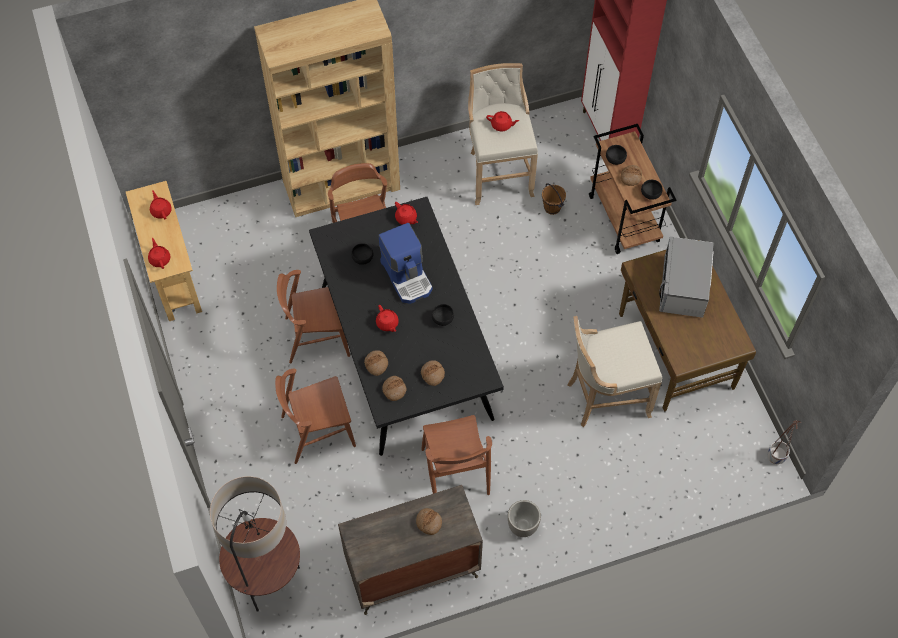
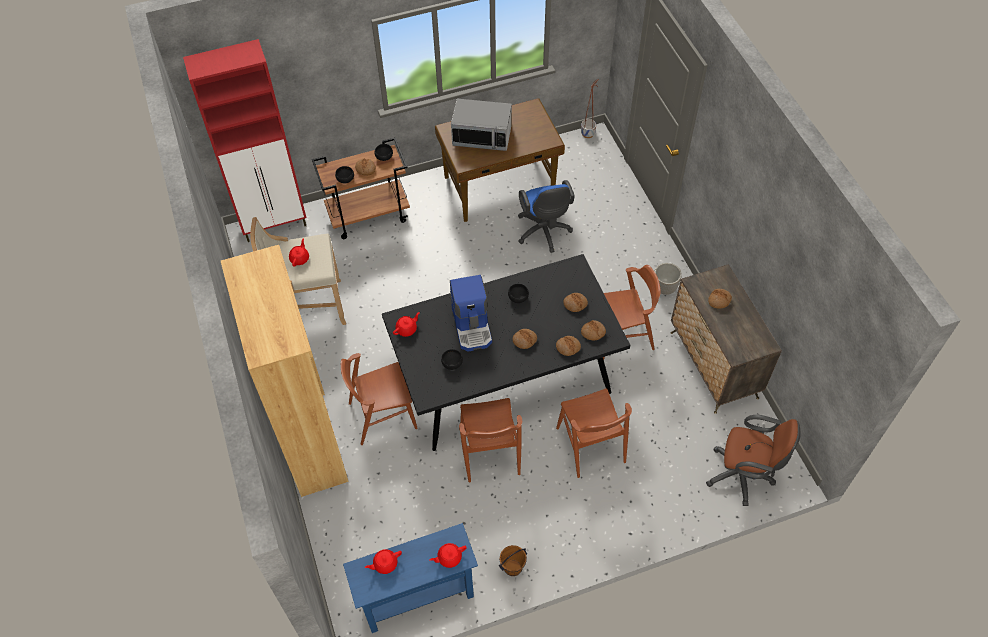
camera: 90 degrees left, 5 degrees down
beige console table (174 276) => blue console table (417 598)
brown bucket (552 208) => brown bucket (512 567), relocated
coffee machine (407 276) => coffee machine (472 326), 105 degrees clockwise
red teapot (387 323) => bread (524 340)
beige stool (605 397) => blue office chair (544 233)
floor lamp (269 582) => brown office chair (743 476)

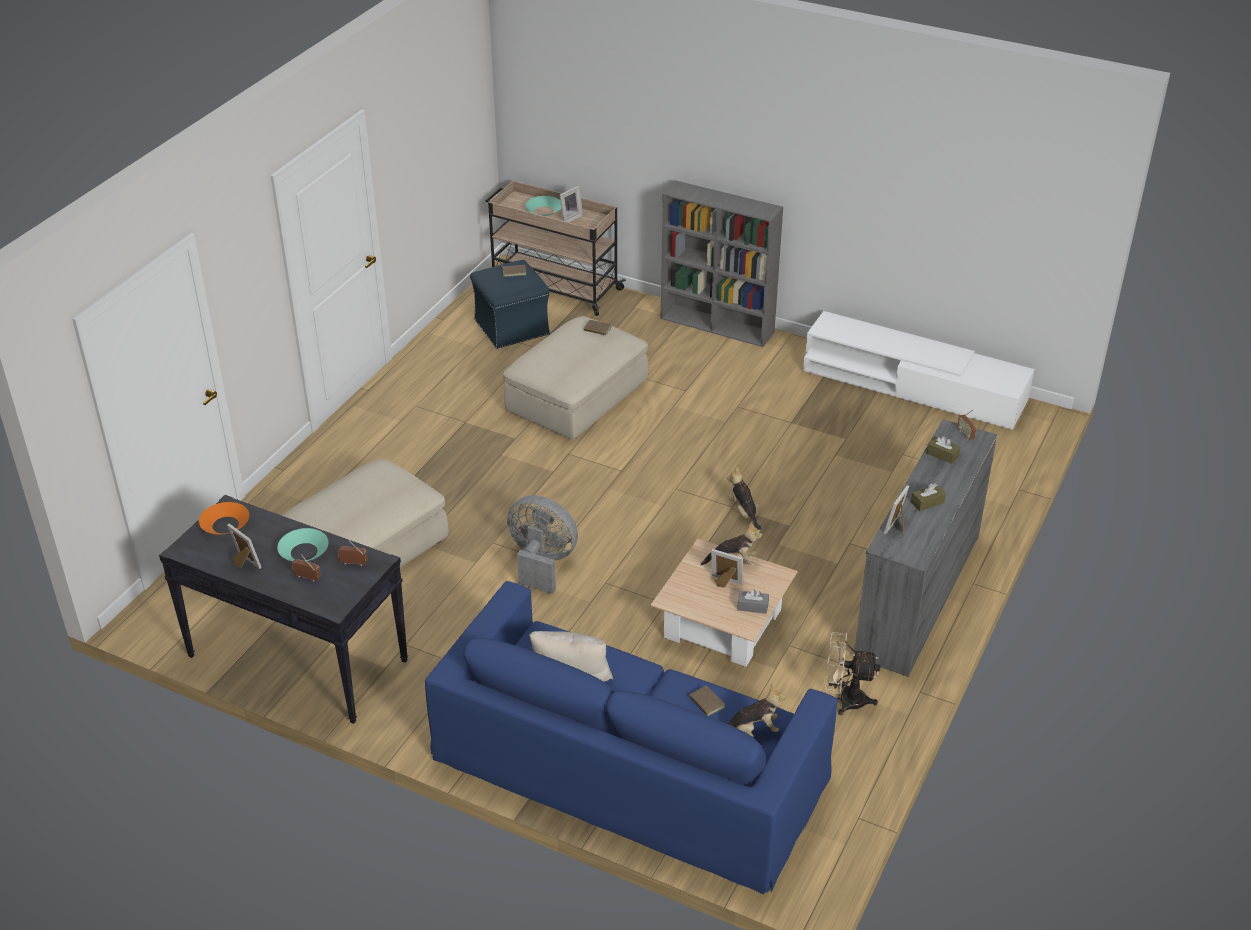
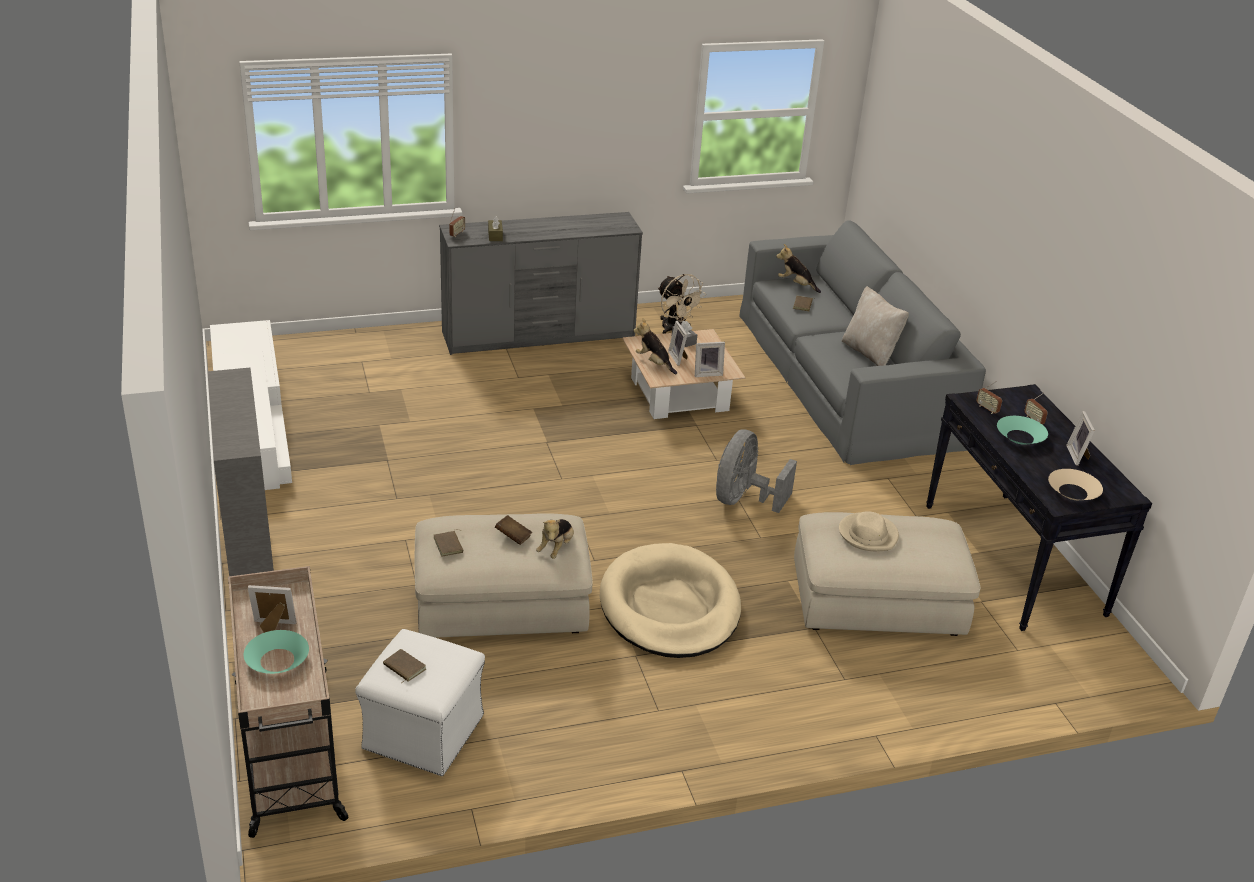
camera: 135 degrees left, 5 degrees down
blue ottoman (511 327) => white ottoman (423 733)
plush toy (744 512) => plush toy (556 548), relocated
brown tissue box (927 502) => nothing
picture frame (897 526) => picture frame (707 373), relocated
grey fan (541 563) => grey fan (743 500), 45 degrees clockwise
orange bowl (225 524) => beige bowl (1073 492)
blue sofa (629 766) => grey sofa (846 377)
nothing => beige hat (868 535)
nothing => brown book (513 537)
nothing => beige dog bed (670 607)

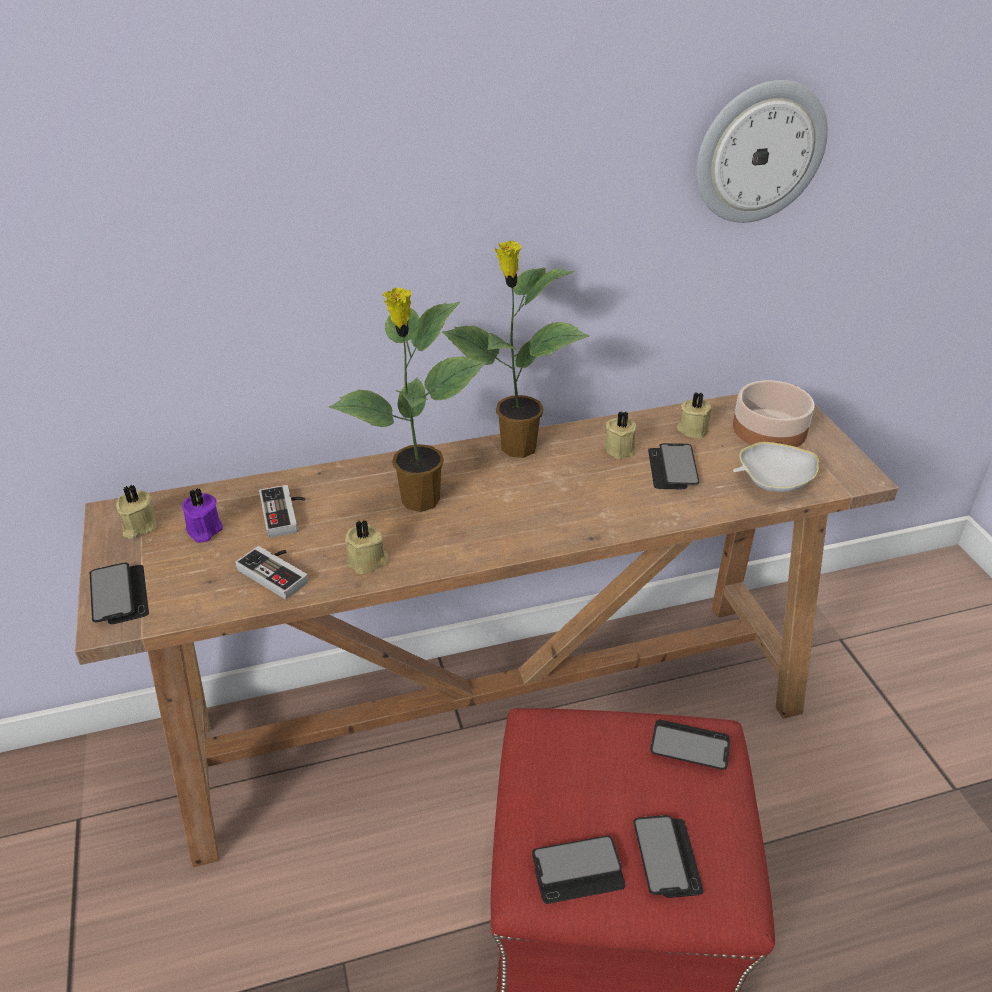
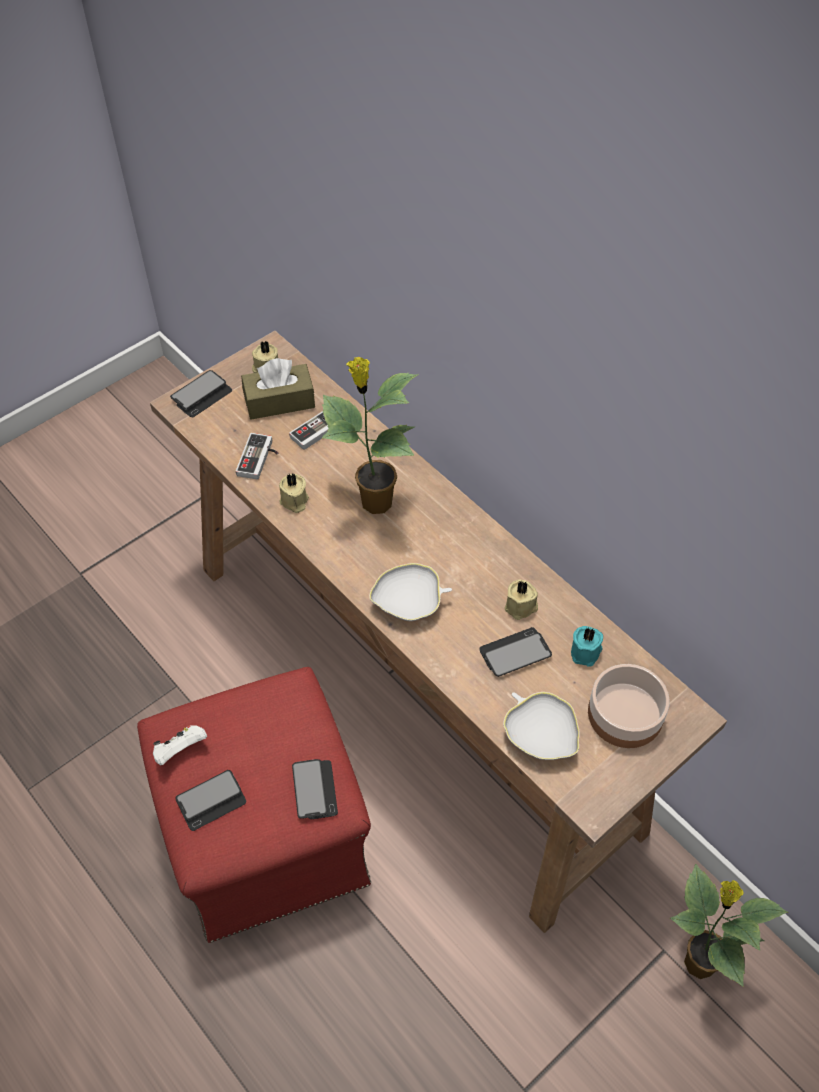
camera: 65 degrees right, 15 degrees up
wall clock (759 152) => nothing
potted plant (516 448) => potted plant (697 961), relocated
beige candle (693 429) => turquoise candle (586 652)
purple candle (203 530) => brown tissue box (279 401)
phone (578 871) => white game controller (180 751)
nothing => white bowl (409 602)

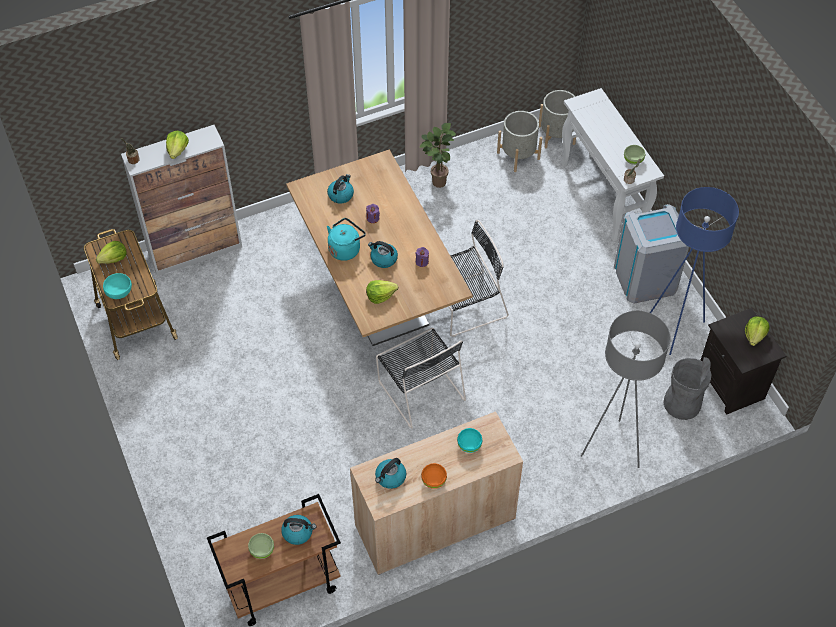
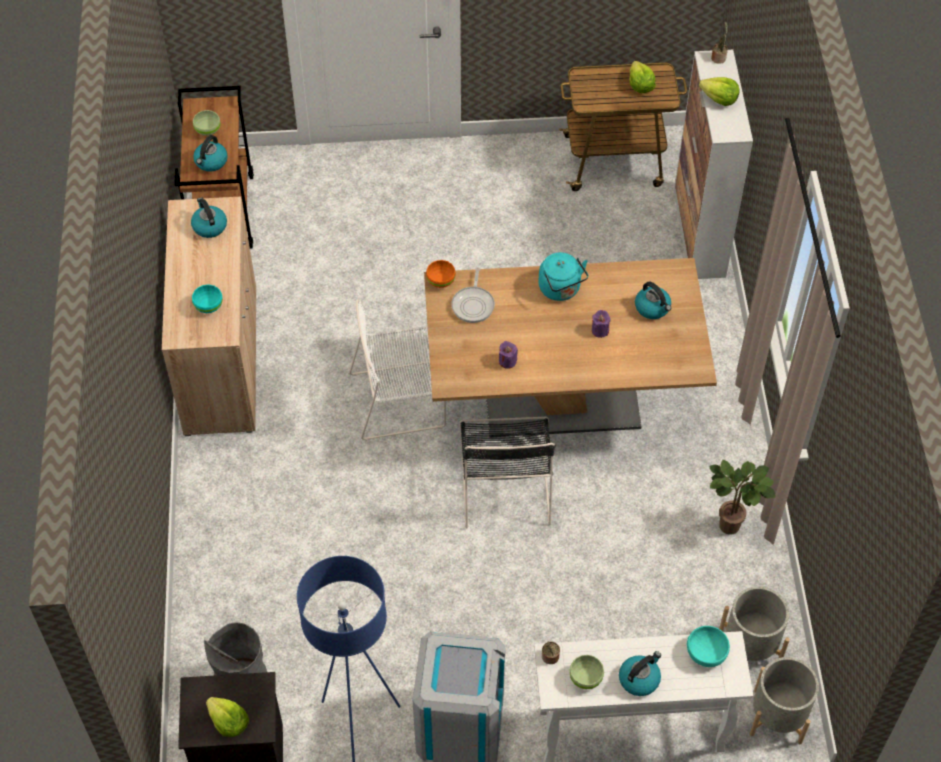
camera: 110 degrees right, 0 degrees up
kettle (383 259) => kettle (639 679), relocated
turquoise bowl (119 291) => turquoise bowl (706 653), relocated
lettuce (380 295) => frying pan (473 304)
grey floor lamp (612 447) => nothing
black chair (420 388) => white chair (401 399)
orange bowl (433 480) => orange bowl (441 281), relocated

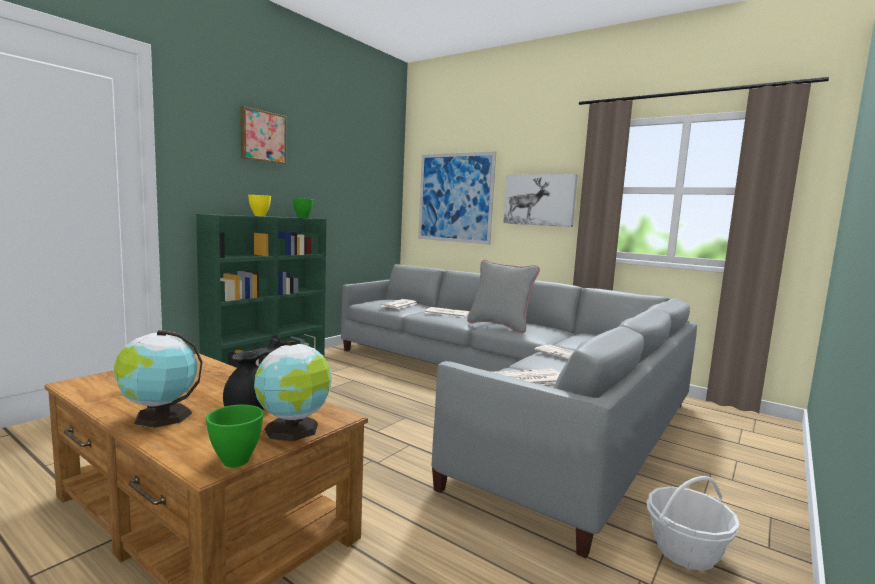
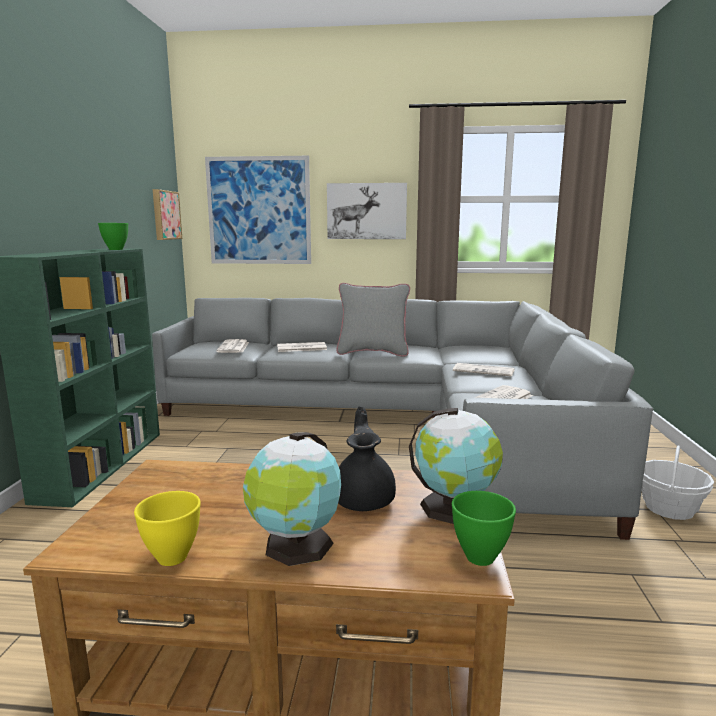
camera: 30 degrees left, 5 degrees up
picture (262 136) => picture (165 215), relocated
yellow bowl (260 216) => yellow bowl (173 556), relocated

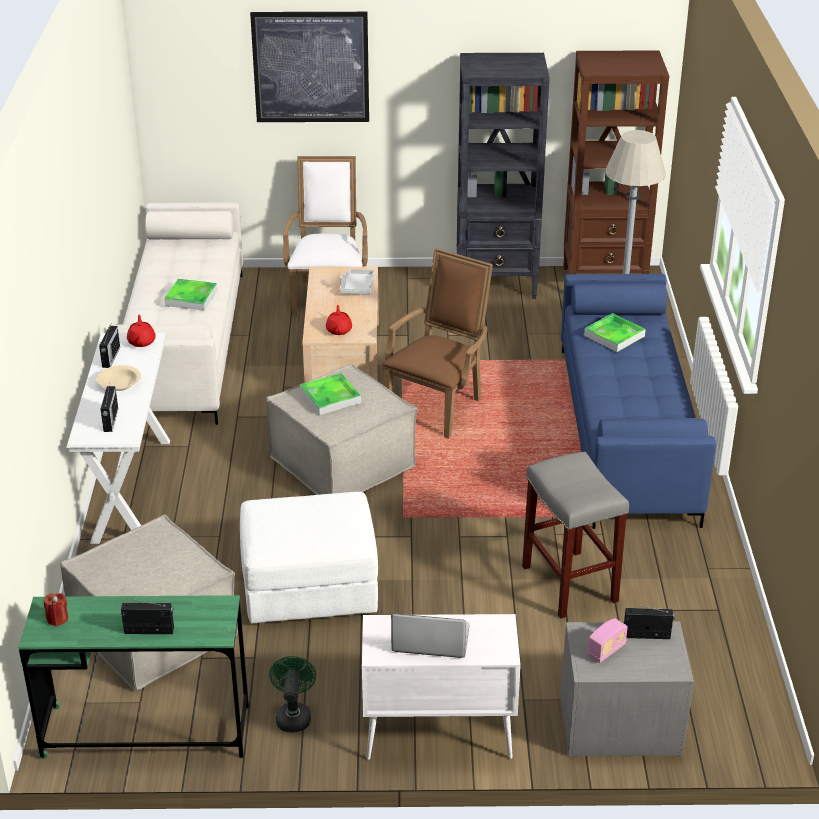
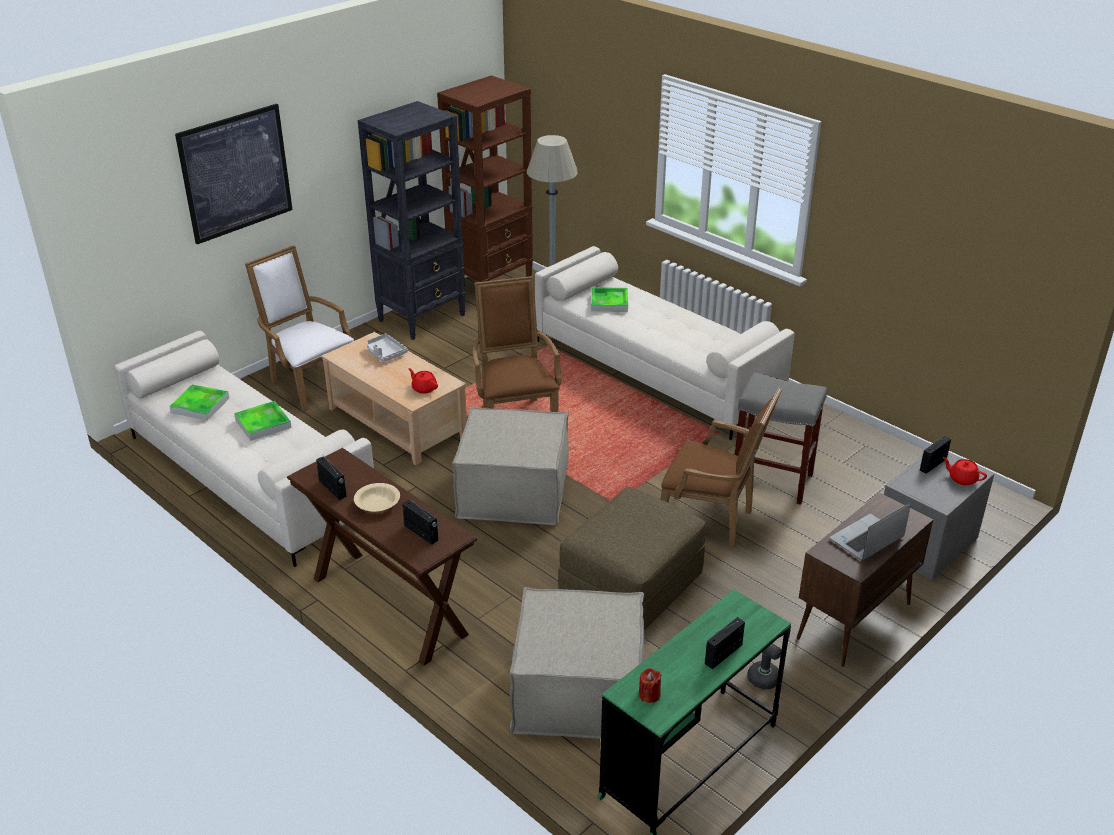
camera: 45 degrees left, 0 degrees up
blue sofa (627 433) => white sofa (656 371)
red teapot (142 341) => red teapot (962 479), relocated
white console table (132 489) => brown console table (389 605)
tray (330 397) => tray (200 405), relocated
white ottoman (309 588) => brown ottoman (631 587)
white cabinet (437 736) => brown cabinet (853 622)
radio (606 651) => nothing
nothing => brown armchair (712 521)

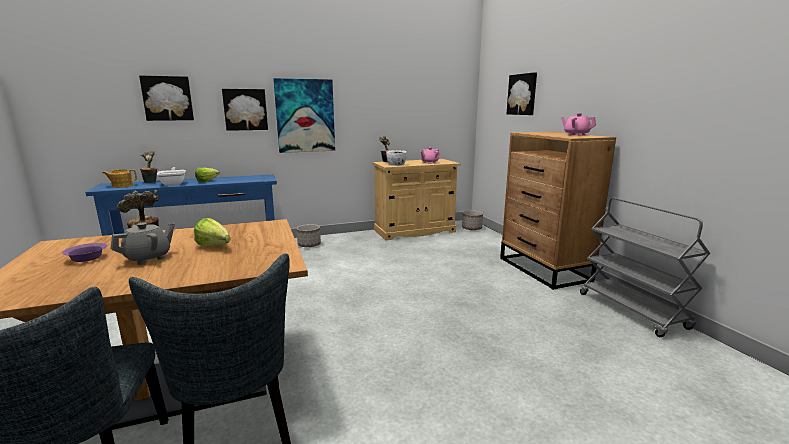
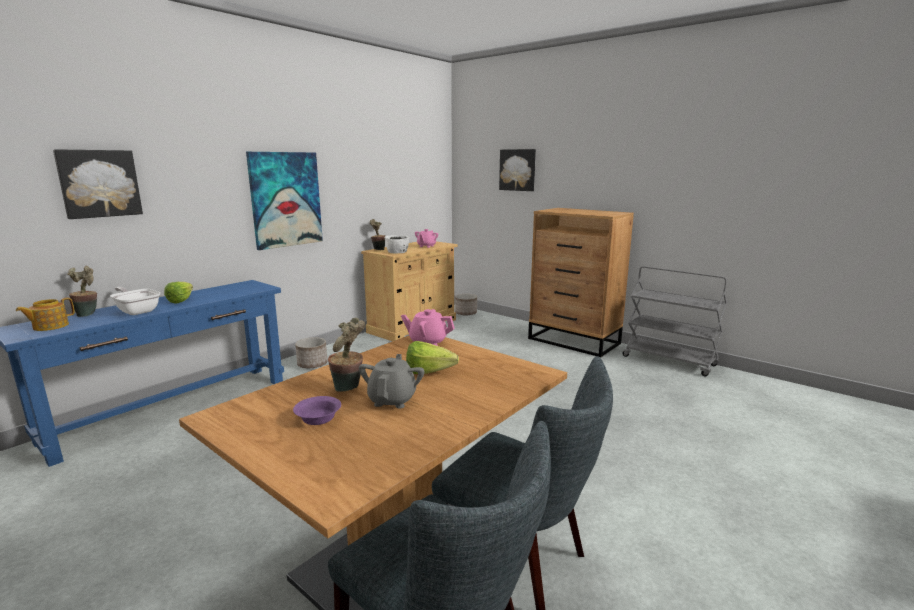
camera: 30 degrees left, 0 degrees up
picture (245 109) => nothing
pink teapot (576 135) => pink teapot (428 342), relocated

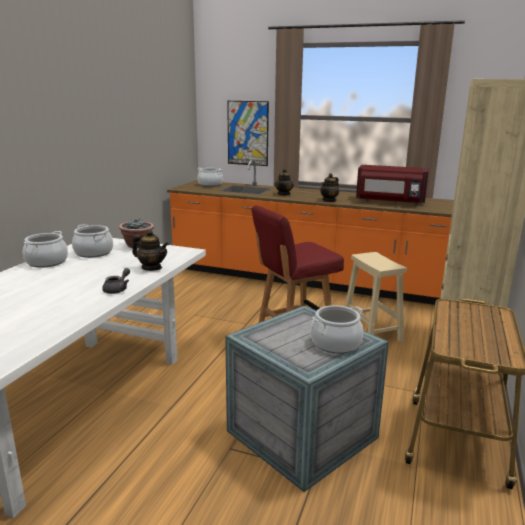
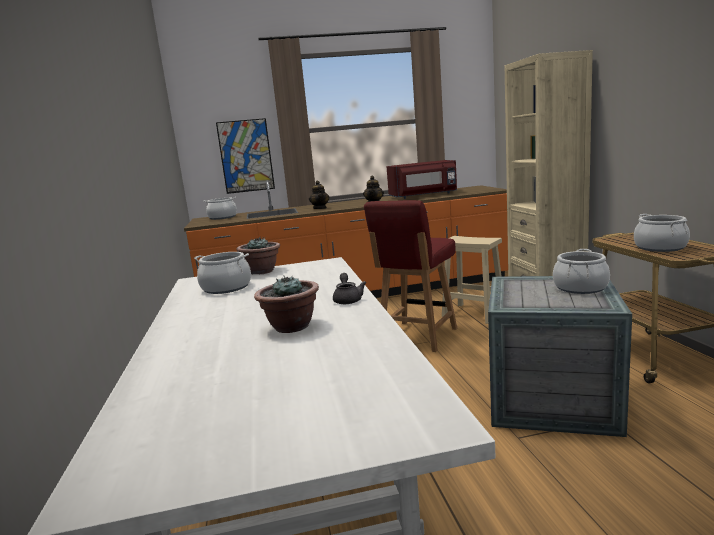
camera: 30 degrees left, 5 degrees down
teapot (151 268) => nothing
cooking pot (47 262) => cooking pot (660 247), relocated
nothing => potted plant (291 327)

